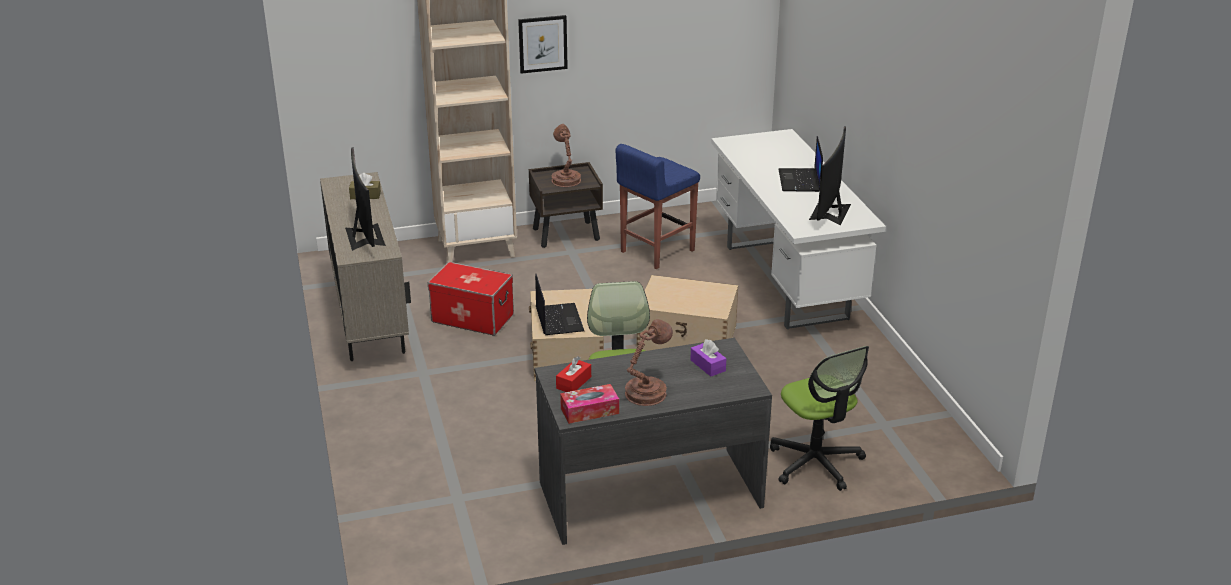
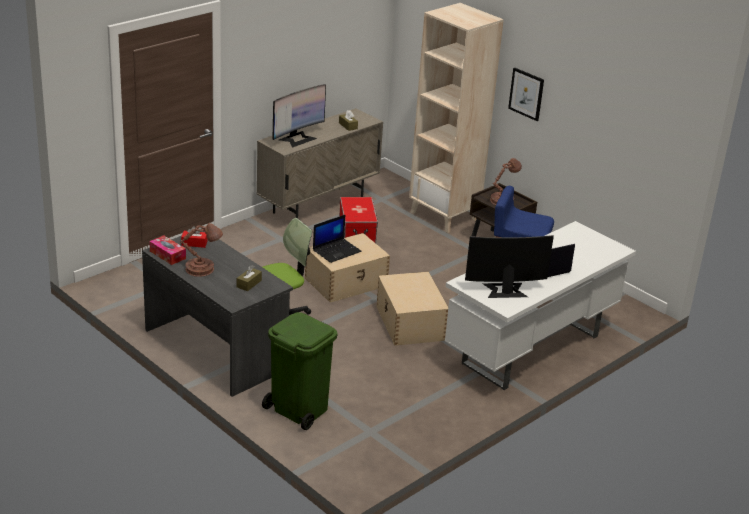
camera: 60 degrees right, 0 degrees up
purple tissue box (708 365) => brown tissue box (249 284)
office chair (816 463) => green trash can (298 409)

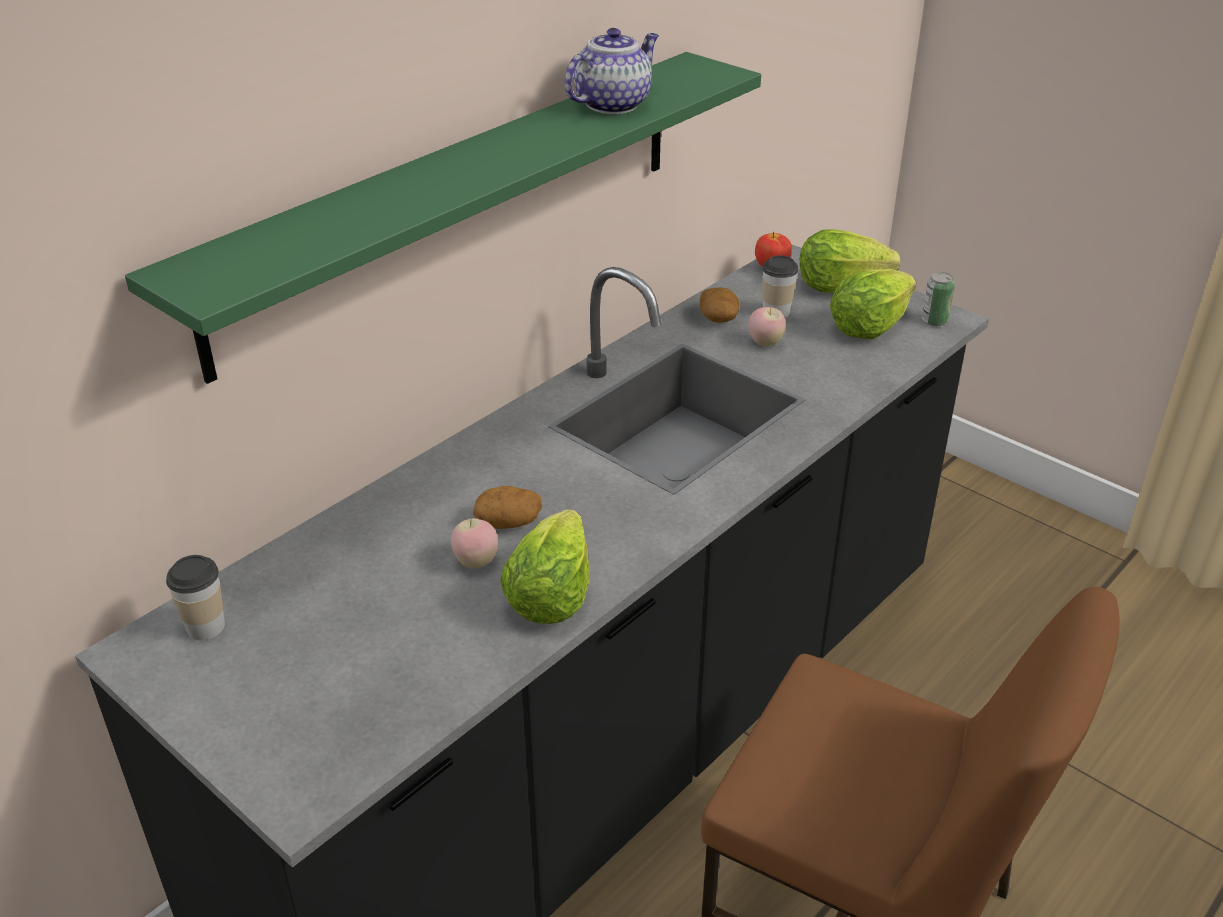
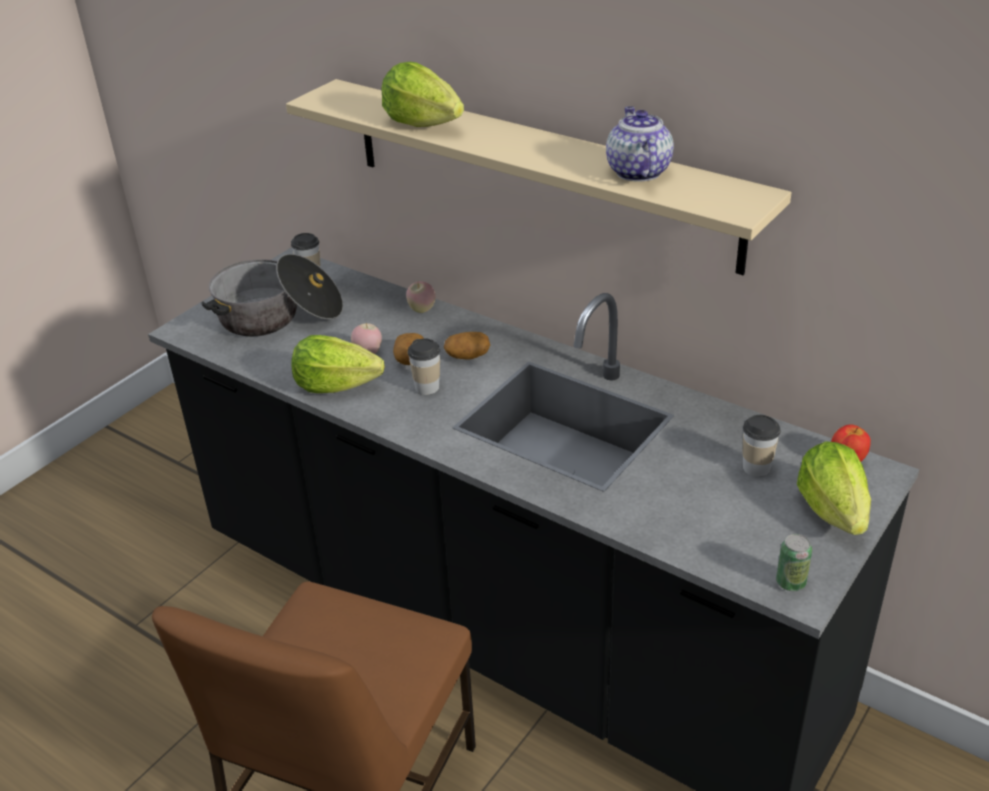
camera: 85 degrees right, 0 degrees up
teapot (613 104) => teapot (637 171), 135 degrees counterclockwise
green shelf (458 203) => beige shelf (538 172)
lettuce (868 327) => lettuce (423 123), relocated
potato (719 318) => potato (467 356), relocated
apple (765 343) => apple (422 310), relocated
nothing => cooking pot (279 316)
nothing => cup (427 387)

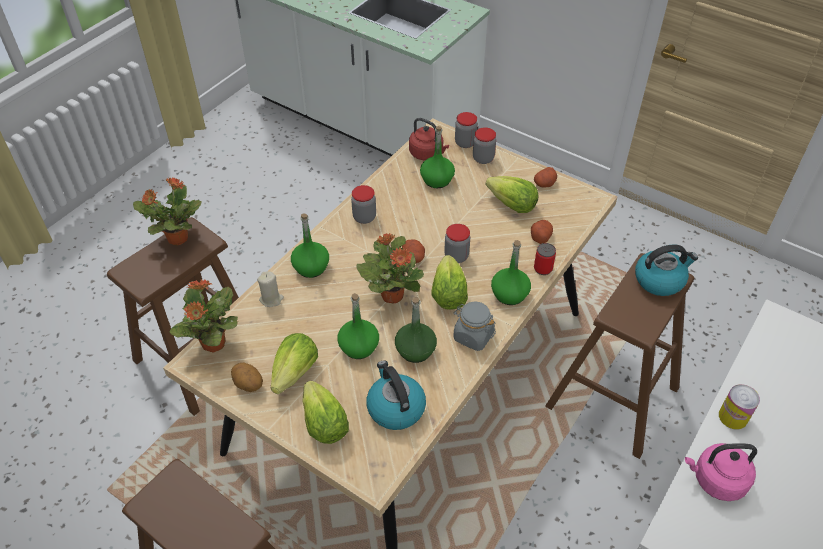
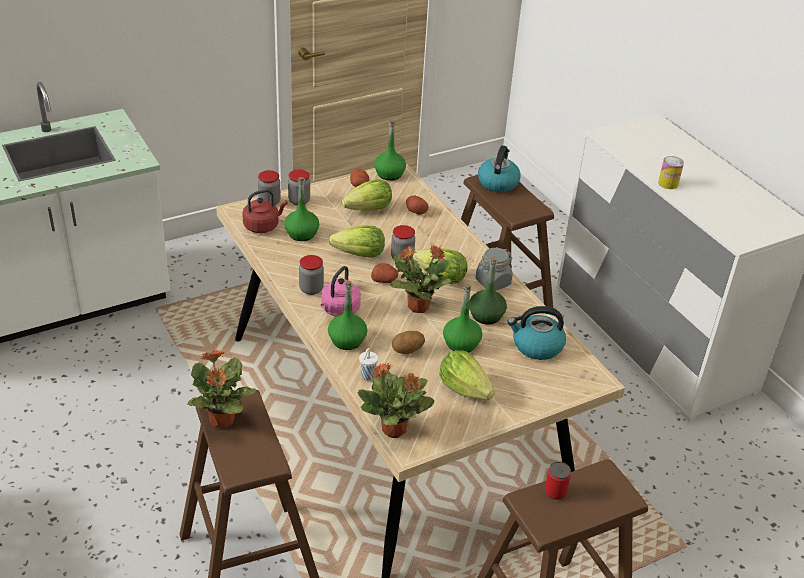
camera: 65 degrees left, 10 degrees down
green bottle (509 294) => green bottle (389 174), relocated
can (543 269) => can (555 492), relocated
beige candle (271 299) => white cup (367 377)
potato (248 385) => potato (407 351), relocated
lettuce (324 424) => lettuce (360 255), relocated
pink kettle (716 480) => pink kettle (339 310), relocated

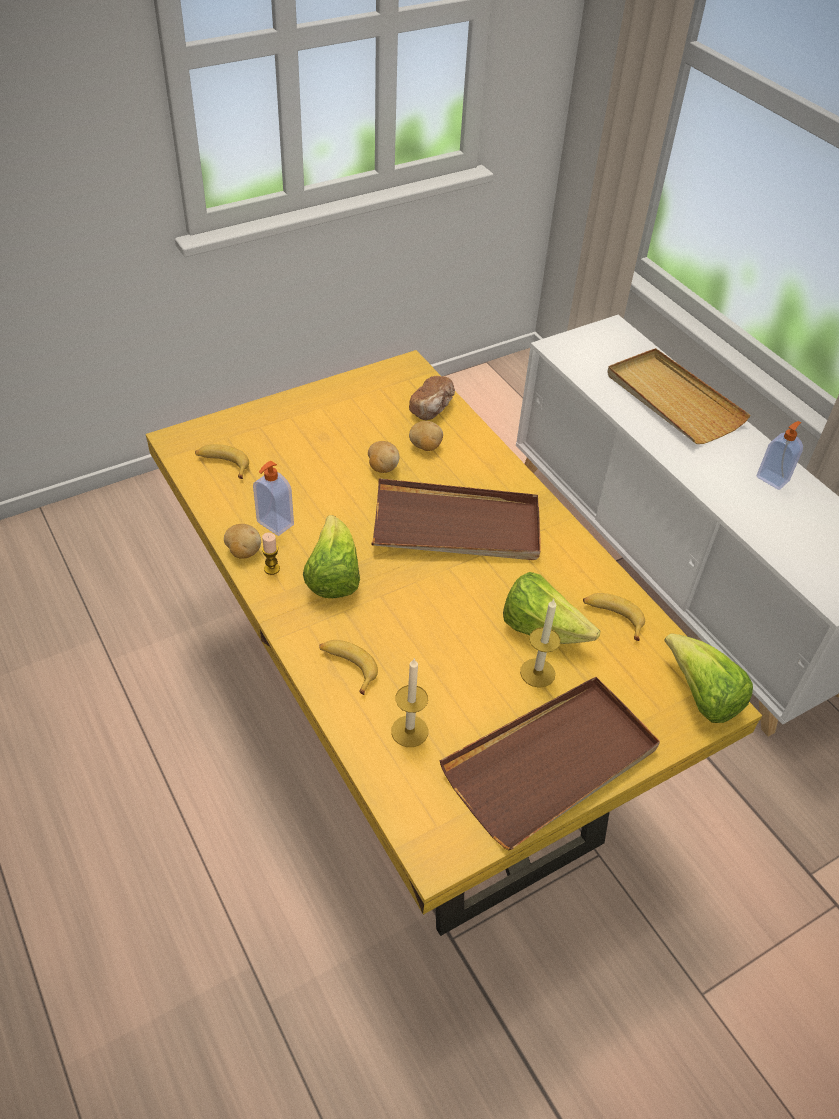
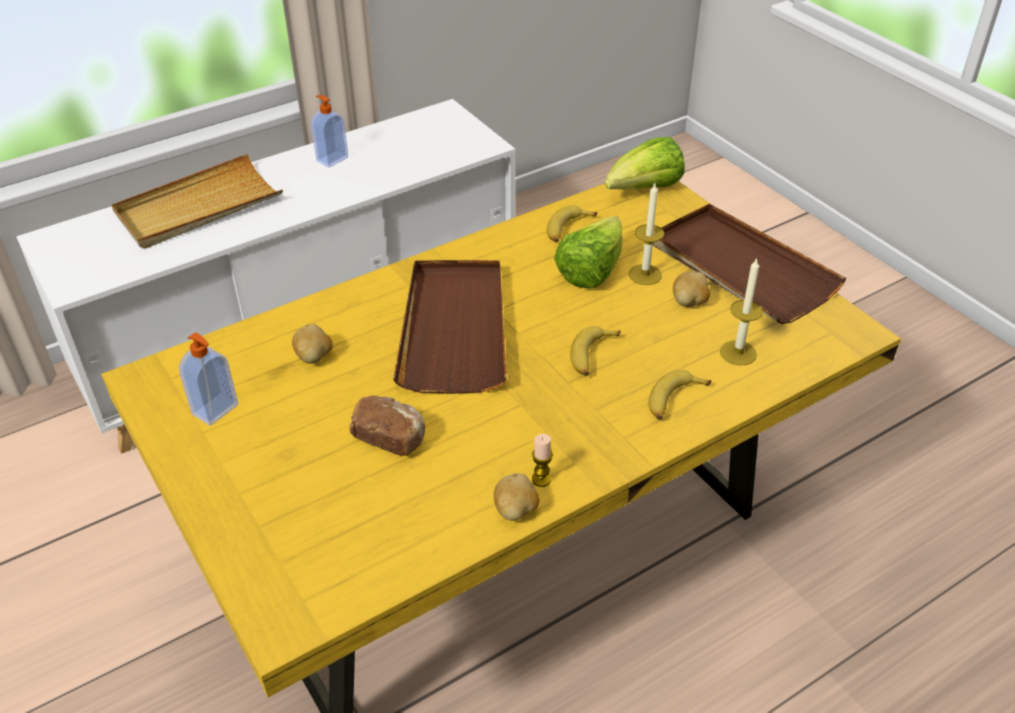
camera: 90 degrees left, 5 degrees down
bread (433 408) => bread (390 437), relocated
potato (382 467) => potato (689 302), relocated
banana (222 464) => banana (592 356), relocated
soap dispenser (274 524) => soap dispenser (216 410), relocated
lettuce (333 576) => nothing

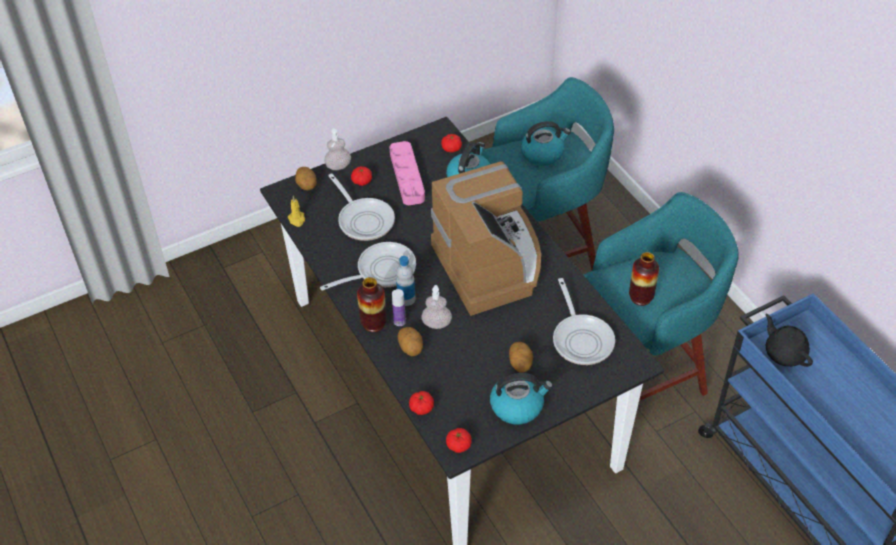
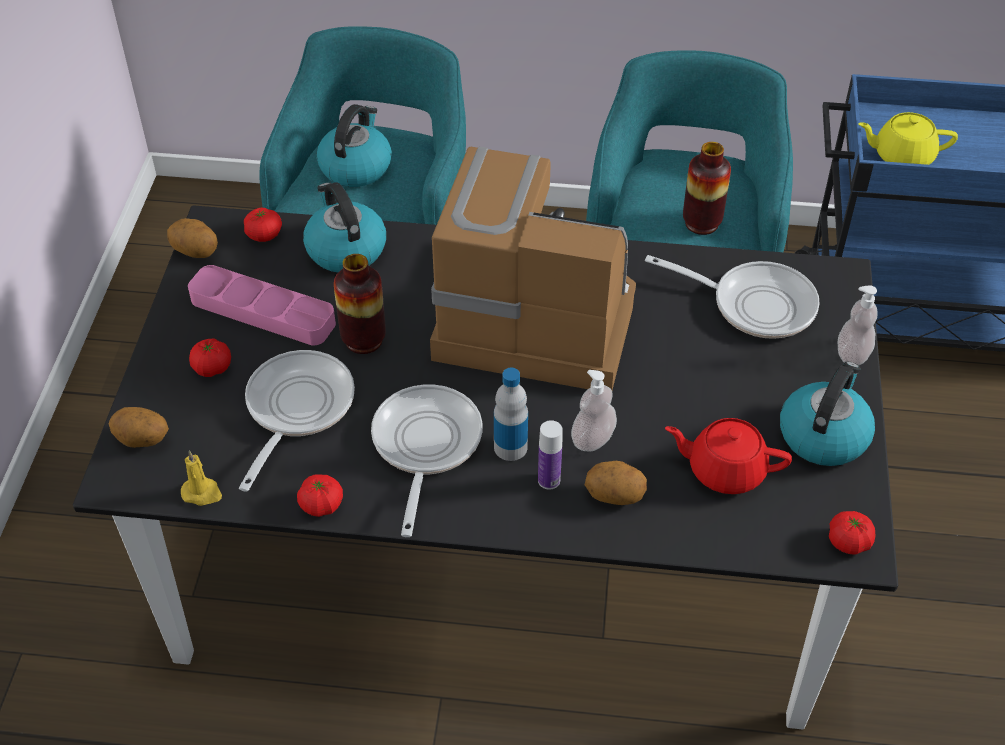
camera: 55 degrees left, 0 degrees up
soap dispenser (338 166) => soap dispenser (852 354), relocated
frying pan (364 219) => frying pan (296 409), 75 degrees counterclockwise
vase (373 324) => vase (363 340), relocated
black teapot (784 353) => yellow teapot (902 156)
potato (520 364) => potato (196 251), relocated
tomato (421 408) => tomato (321 505), relocated
nothing => red teapot (724 469)

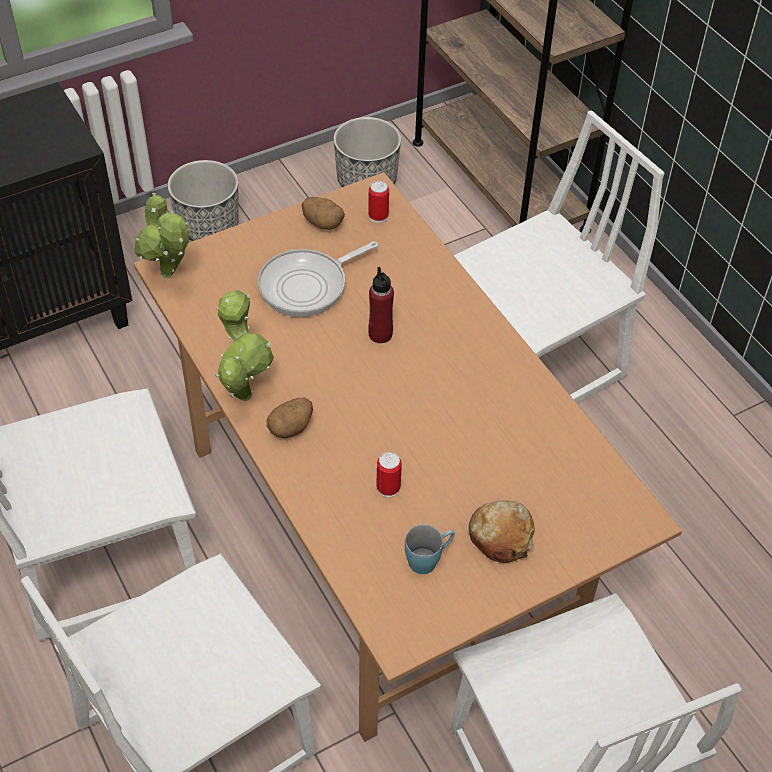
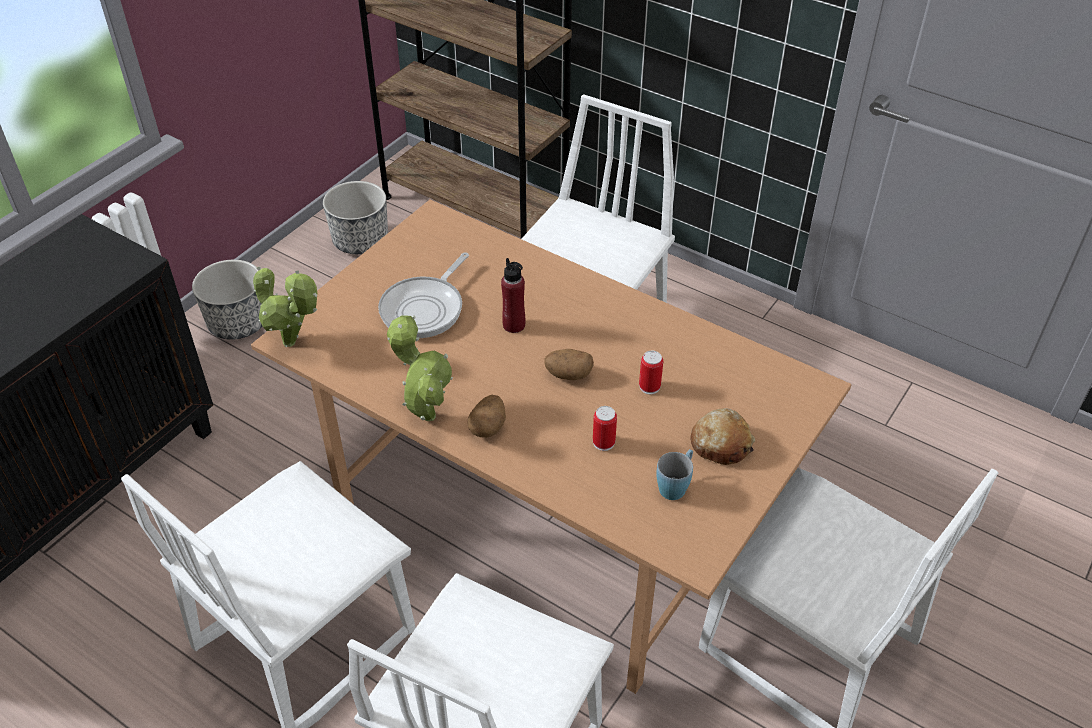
camera: 25 degrees left, 5 degrees down
can (378 216) => can (649 387), relocated
potato (322 223) => potato (568 374), relocated

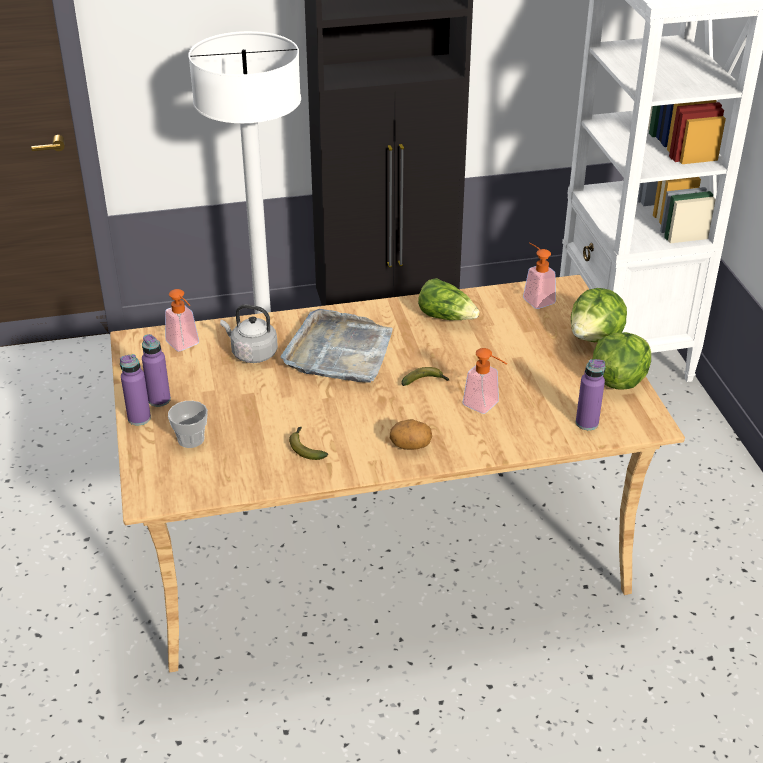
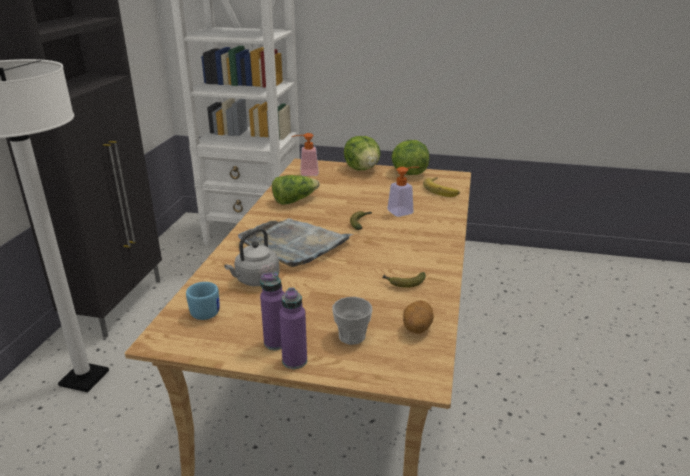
camera: 65 degrees left, 10 degrees down
soap dispenser (185 345) => blue mug (205 311)
purple bottle (587 423) => banana (442 189)
potato (410 446) => potato (416 329), relocated

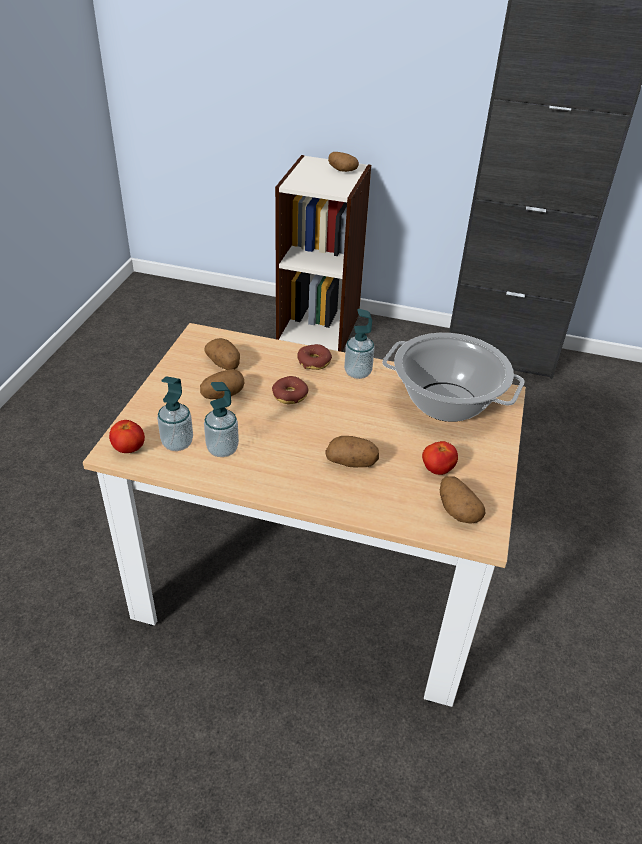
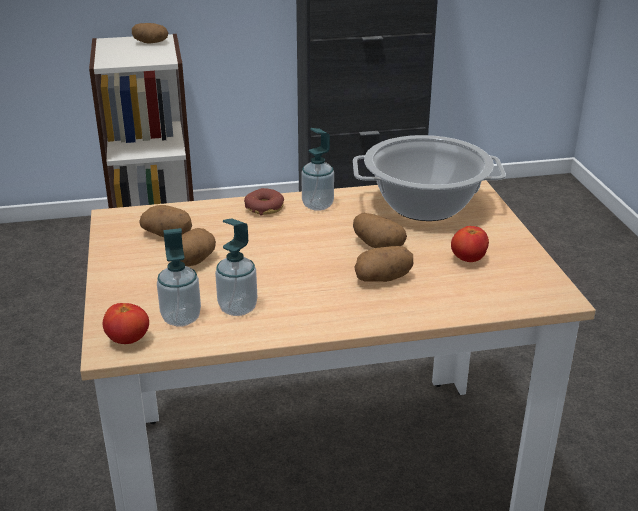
camera: 25 degrees left, 10 degrees down
donut (290 395) => nothing
potato (457 510) => potato (377 245), relocated

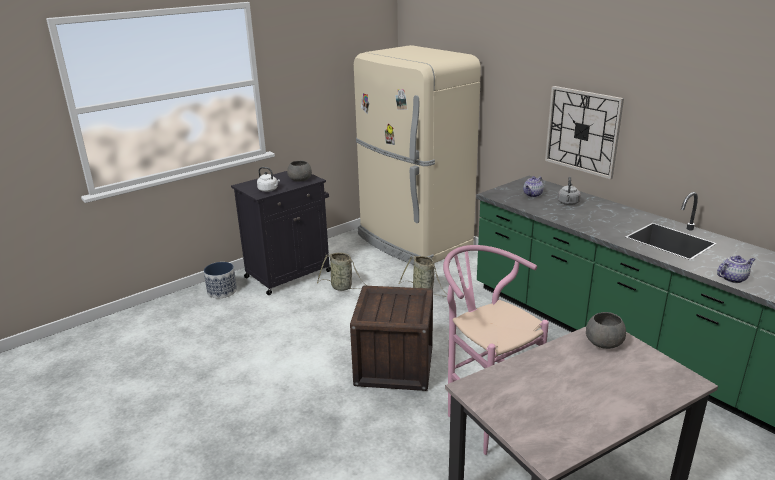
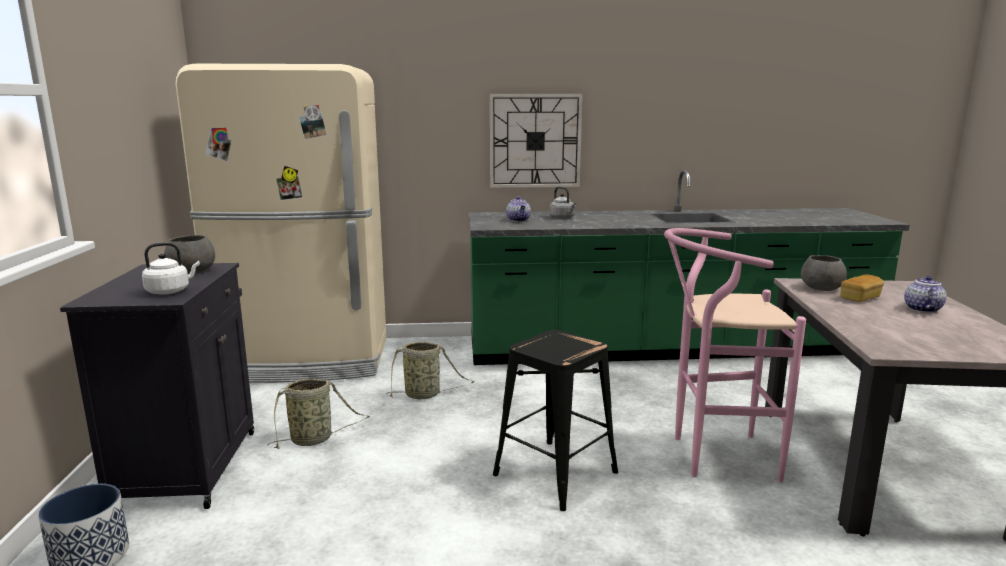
camera: 55 degrees left, 10 degrees down
teapot (733 278) => teapot (921 309), relocated
crate (394 366) => black stool (554 472)
nothing => bread (860 298)

